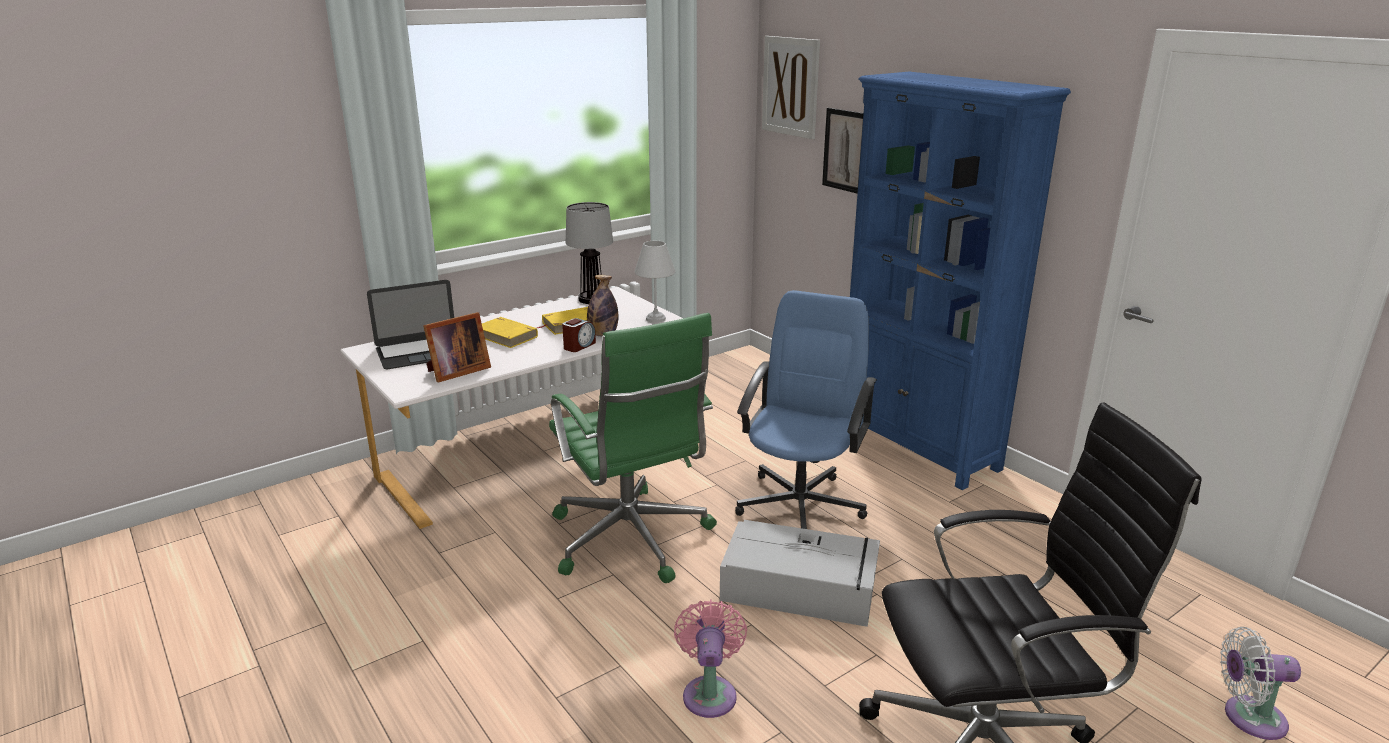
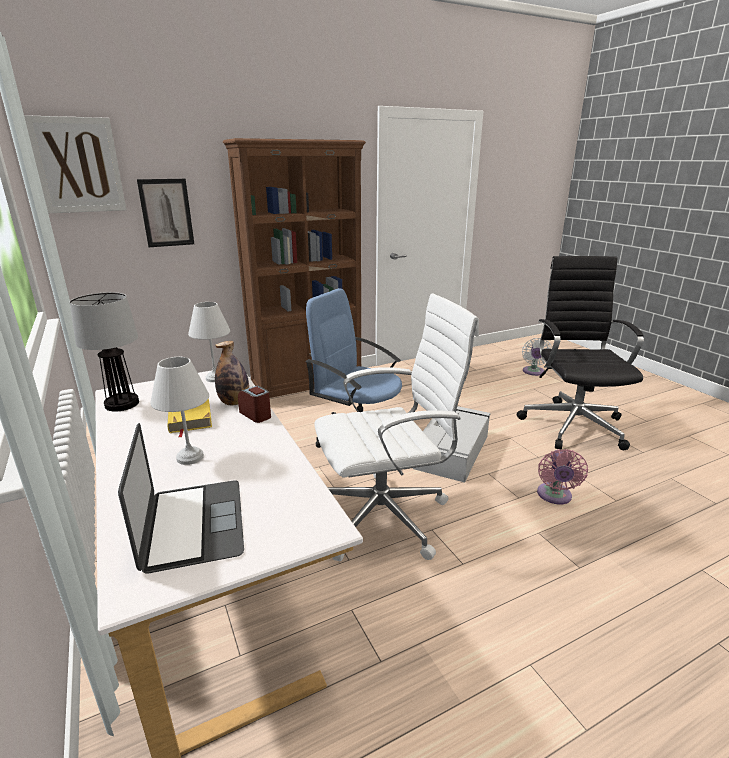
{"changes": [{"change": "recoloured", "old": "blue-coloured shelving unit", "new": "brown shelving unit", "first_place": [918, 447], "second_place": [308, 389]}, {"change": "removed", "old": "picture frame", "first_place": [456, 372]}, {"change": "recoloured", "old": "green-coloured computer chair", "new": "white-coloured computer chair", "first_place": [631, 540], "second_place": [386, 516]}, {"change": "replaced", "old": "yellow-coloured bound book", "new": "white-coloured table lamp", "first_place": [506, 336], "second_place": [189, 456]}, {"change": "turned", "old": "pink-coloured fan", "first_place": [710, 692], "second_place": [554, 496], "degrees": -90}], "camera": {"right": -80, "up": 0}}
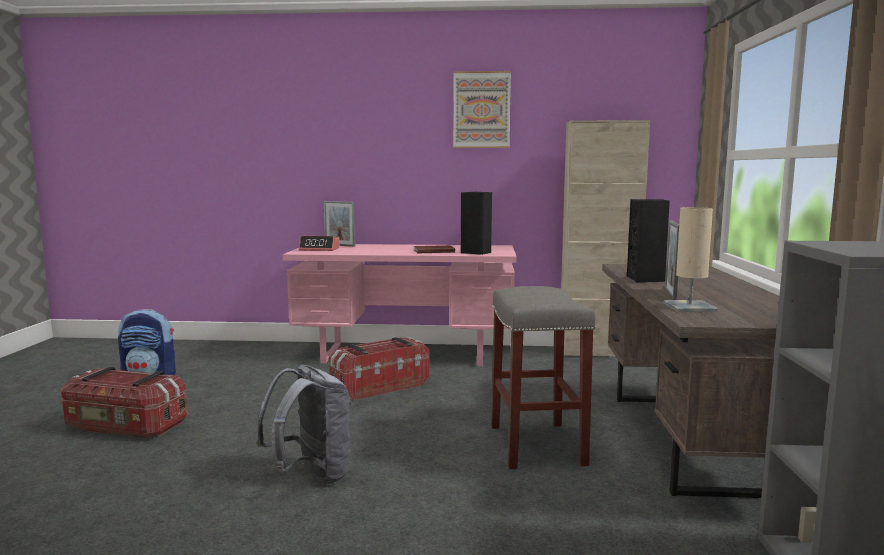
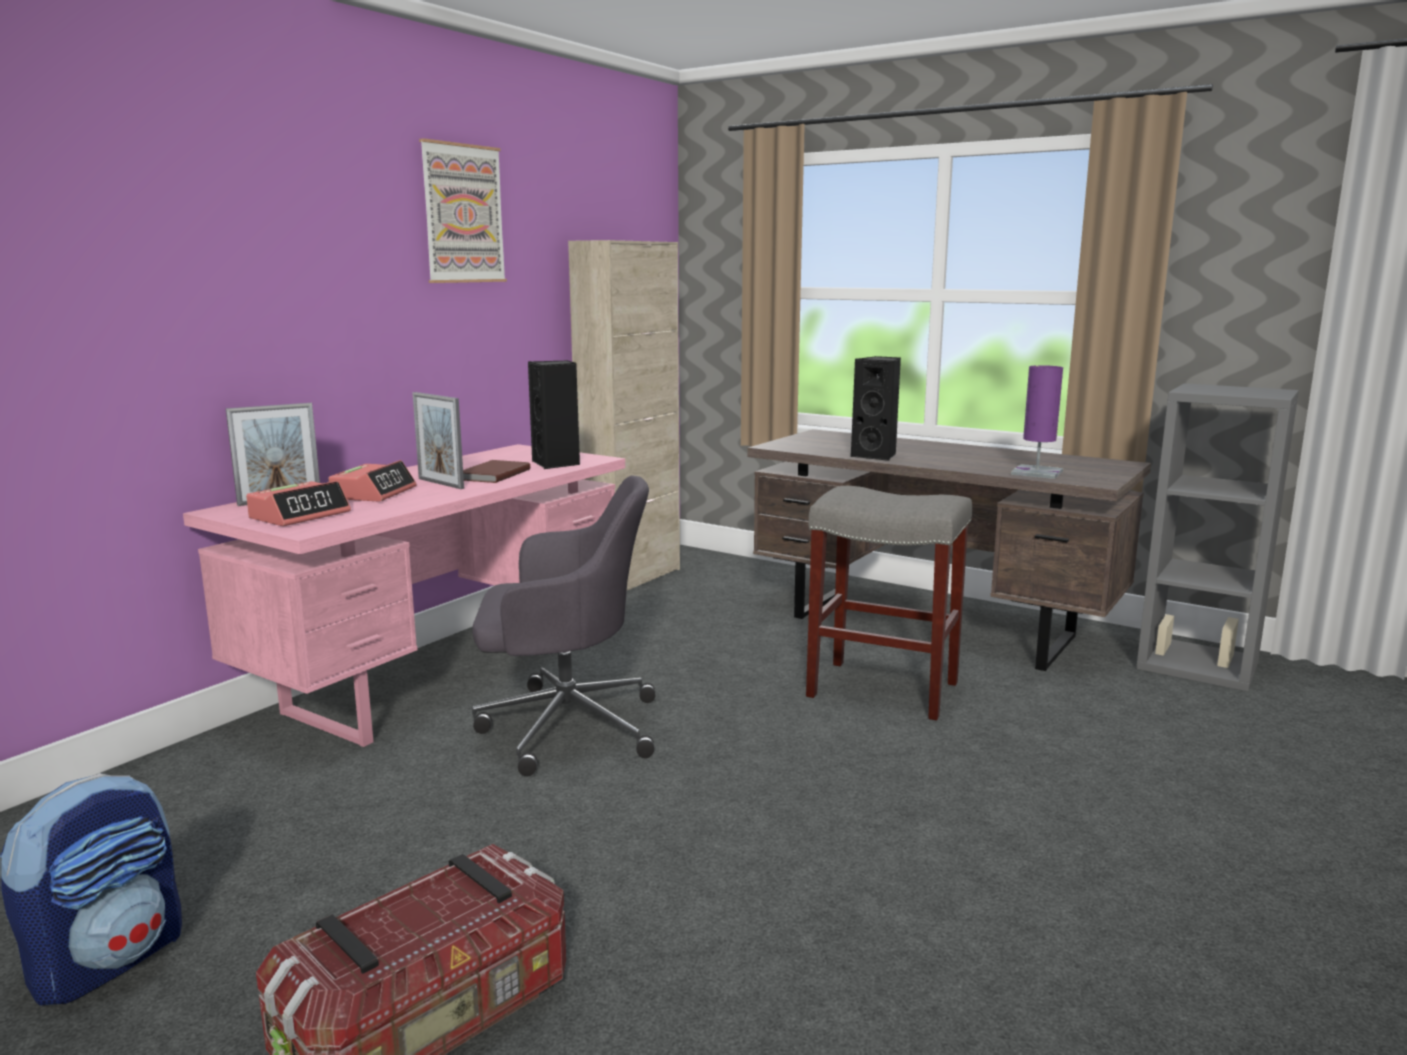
{"changes": [{"change": "recoloured", "old": "beige table lamp", "new": "purple table lamp", "first_place": [689, 307], "second_place": [1037, 473]}, {"change": "moved", "old": "picture frame", "first_place": [670, 294], "second_place": [440, 483]}, {"change": "replaced", "old": "storage box", "new": "greyish computer chair", "first_place": [379, 387], "second_place": [564, 727]}, {"change": "removed", "old": "greyish backpack", "first_place": [311, 476]}, {"change": "added", "new": "table clock", "second_place": [374, 493]}], "camera": {"right": -60, "up": 5}}
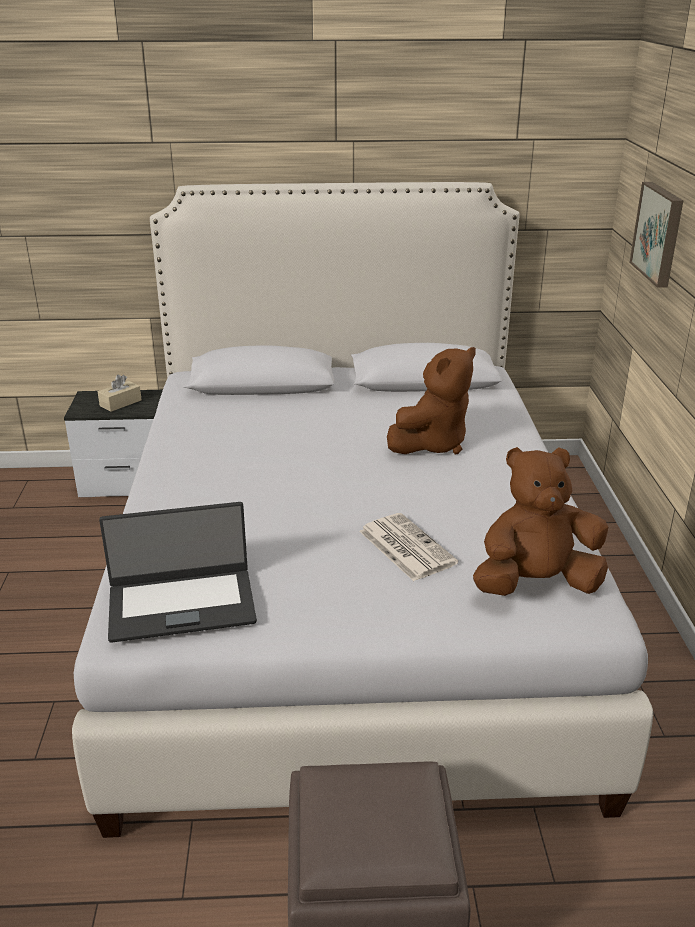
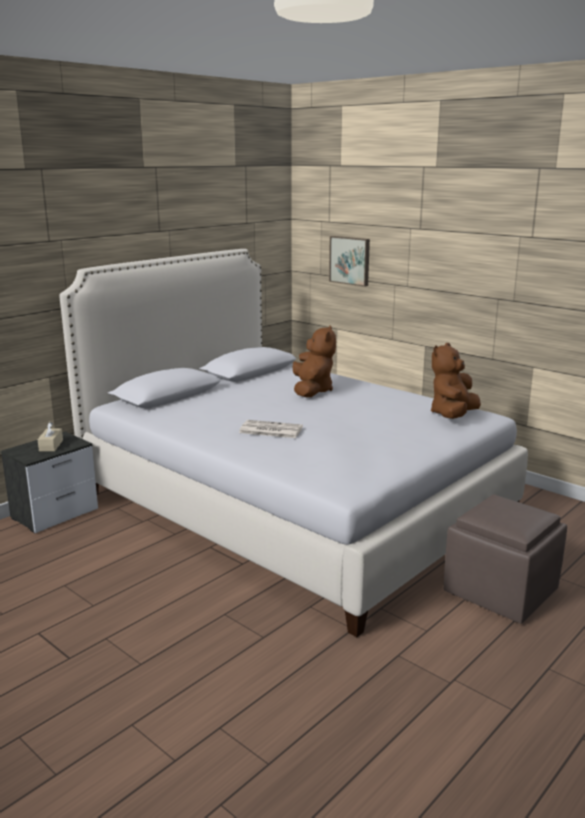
{"changes": [{"change": "removed", "old": "laptop", "first_place": [181, 604]}, {"change": "moved", "old": "daily paper", "first_place": [405, 547], "second_place": [270, 430]}], "camera": {"right": -45, "up": -10}}
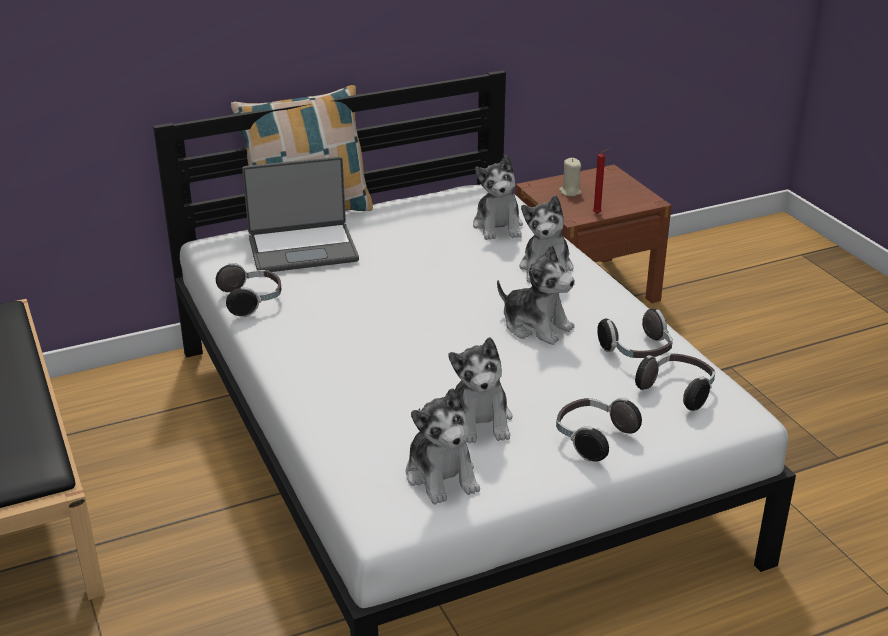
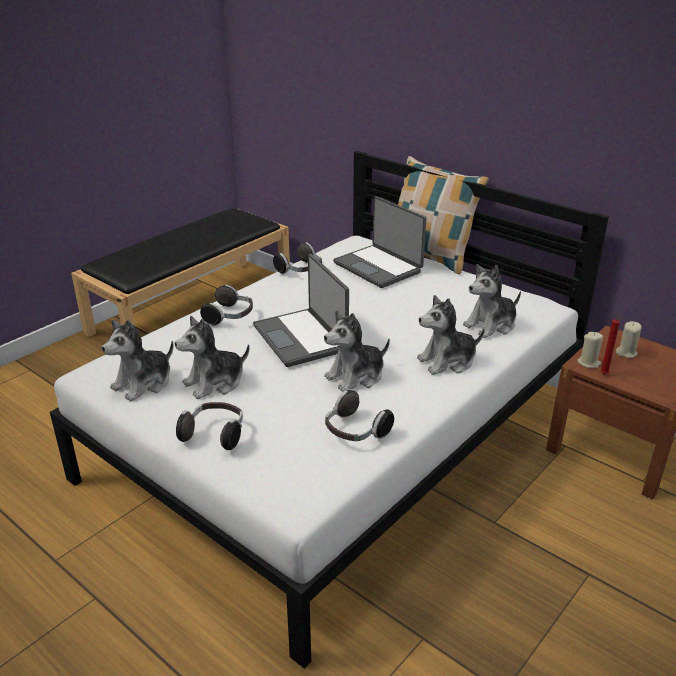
{"changes": [{"change": "turned", "old": "soft toy", "first_place": [536, 326], "second_place": [356, 376], "degrees": 45}, {"change": "moved", "old": "pair of headphones", "first_place": [678, 391], "second_place": [230, 317]}, {"change": "added", "new": "laptop", "second_place": [301, 338]}, {"change": "added", "new": "beige candle", "second_place": [588, 363]}], "camera": {"right": 65, "up": 0}}
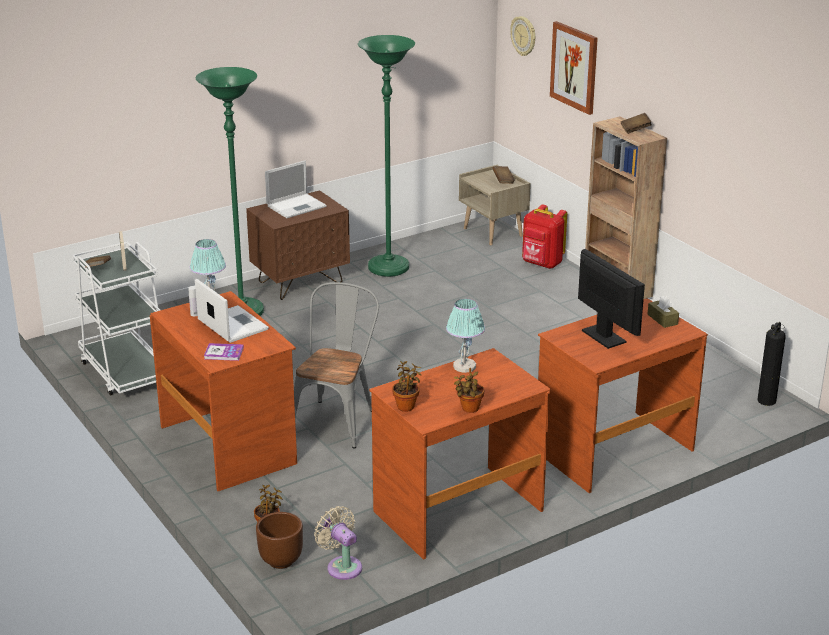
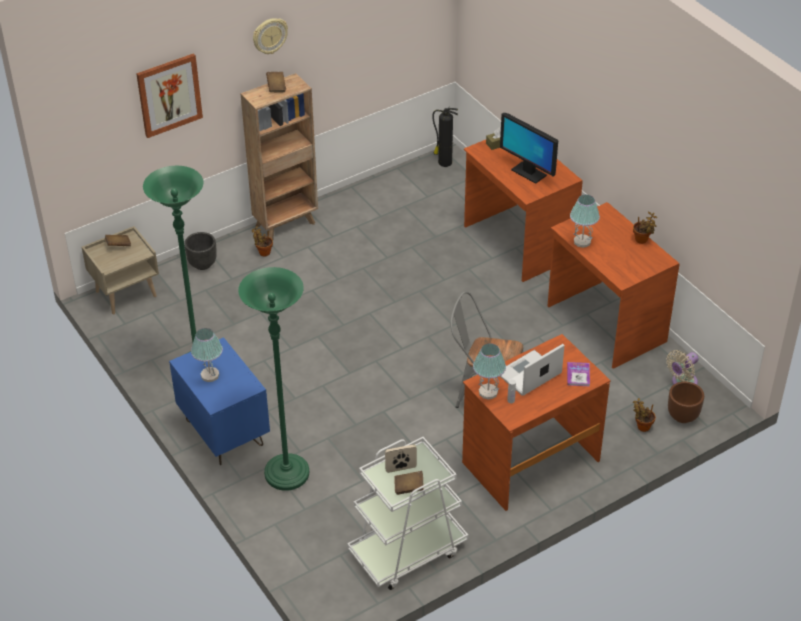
{"changes": [{"change": "moved", "old": "wall clock", "first_place": [524, 36], "second_place": [269, 35]}, {"change": "replaced", "old": "laptop", "new": "table lamp", "first_place": [297, 206], "second_place": [209, 375]}, {"change": "recoloured", "old": "brown bedside table", "new": "blue-coloured bedside table", "first_place": [300, 282], "second_place": [224, 433]}, {"change": "replaced", "old": "reddish backpack", "new": "black-coloured planter", "first_place": [541, 264], "second_place": [202, 264]}, {"change": "turned", "old": "monitor", "first_place": [604, 337], "second_place": [528, 172], "degrees": -105}, {"change": "moved", "old": "potted plant", "first_place": [406, 406], "second_place": [263, 252]}], "camera": {"right": -90, "up": 15}}
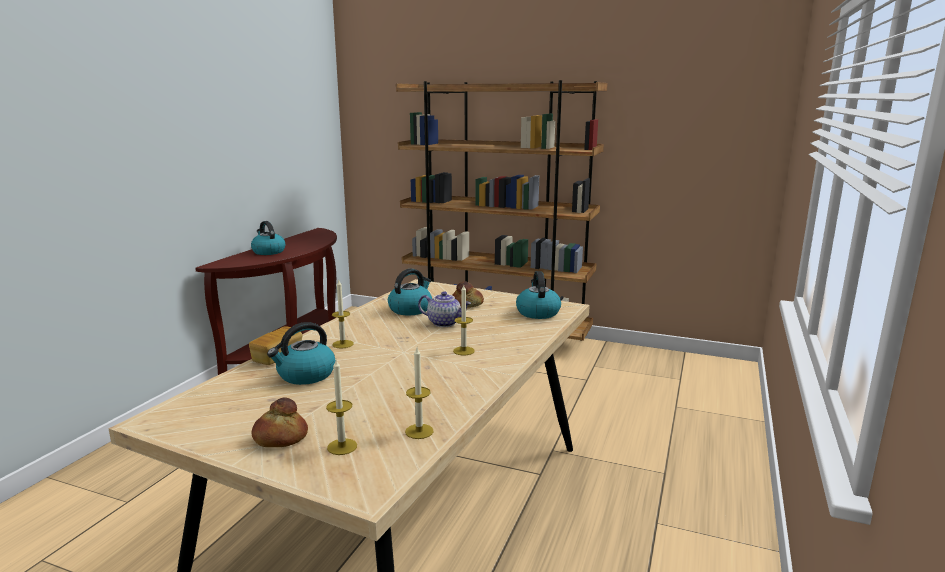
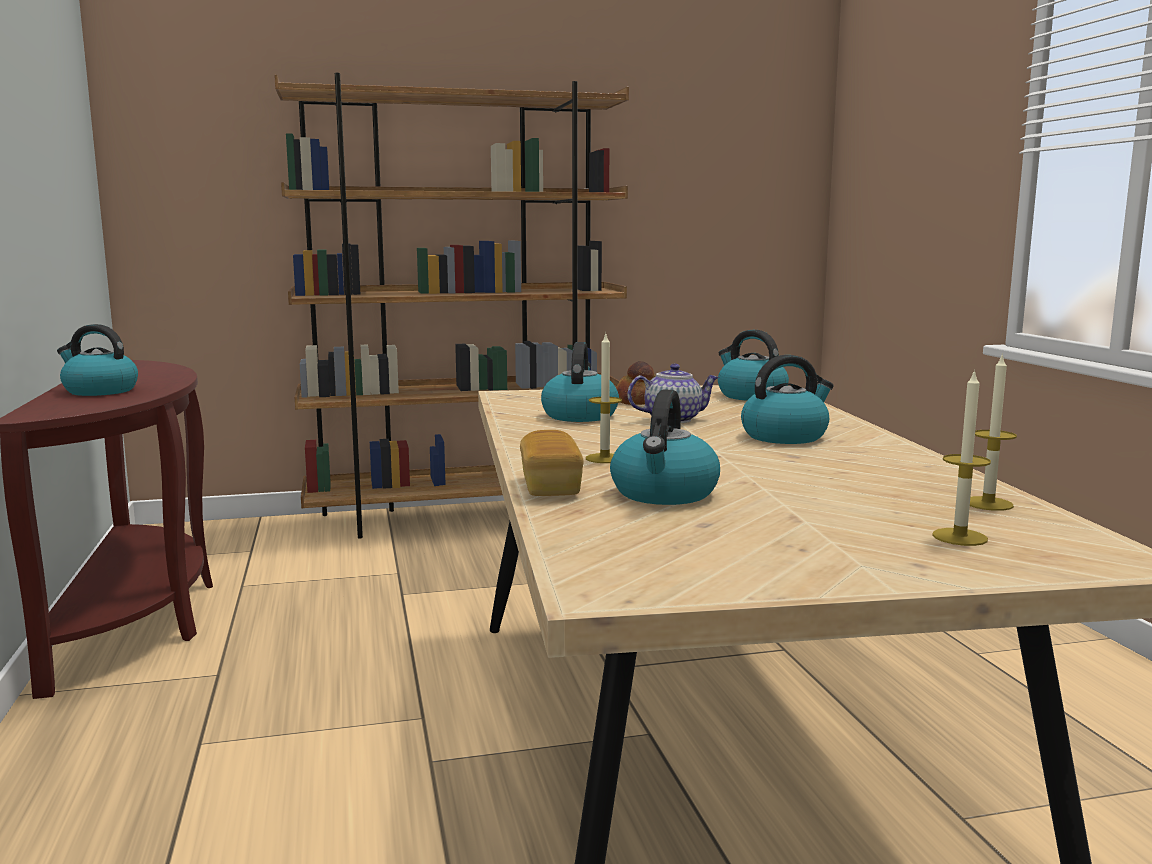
{"changes": [{"change": "replaced", "old": "candle", "new": "water kettle", "first_place": [463, 351], "second_place": [785, 436]}, {"change": "removed", "old": "baked bread", "first_place": [280, 438]}], "camera": {"right": -35, "up": -5}}
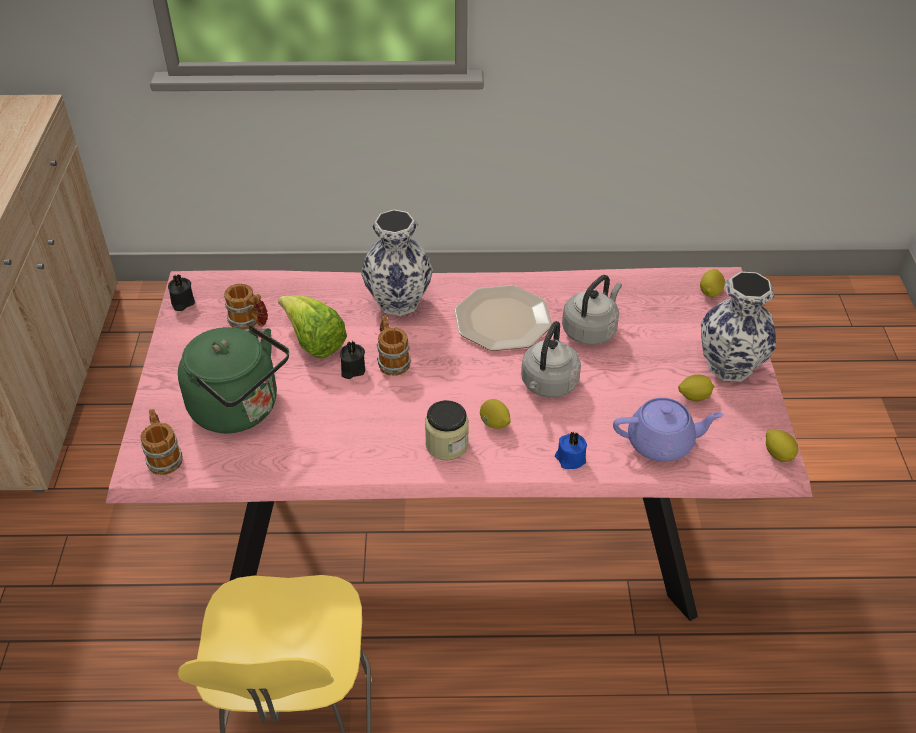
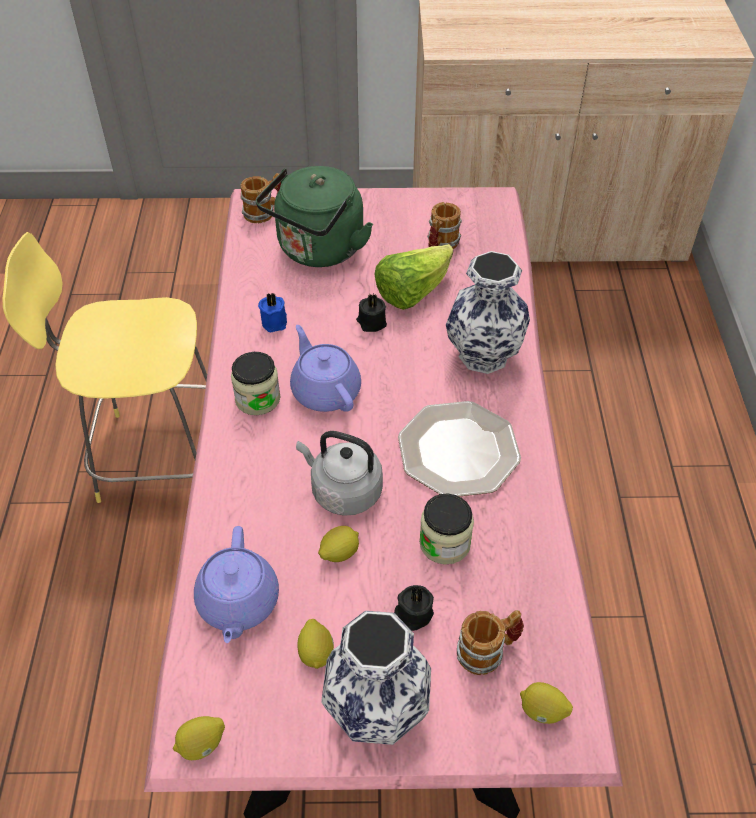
{"changes": [{"change": "moved", "old": "black-coloured candle", "first_place": [182, 302], "second_place": [413, 614]}, {"change": "replaced", "old": "greyish water kettle", "new": "jar", "first_place": [591, 330], "second_place": [445, 543]}, {"change": "moved", "old": "coffee mug", "first_place": [392, 360], "second_place": [488, 651]}, {"change": "moved", "old": "citrus fruit", "first_place": [494, 424], "second_place": [339, 553]}, {"change": "moved", "old": "blue-coloured candle", "first_place": [570, 458], "second_place": [275, 321]}, {"change": "added", "new": "purple pot for tea", "second_place": [325, 390]}], "camera": {"right": 90, "up": 5}}
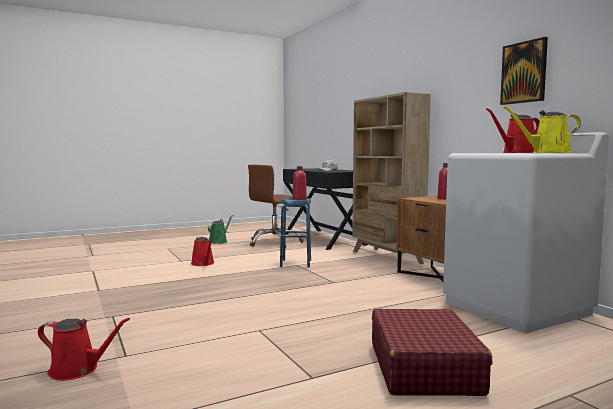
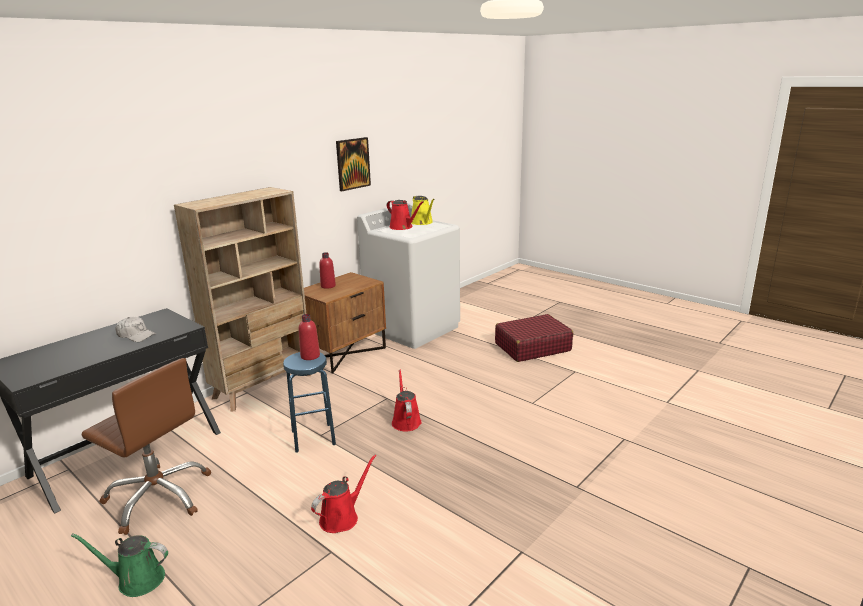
{"changes": [{"change": "moved", "old": "reddish watering pot", "first_place": [77, 370], "second_place": [406, 421]}], "camera": {"right": -110, "up": 15}}
